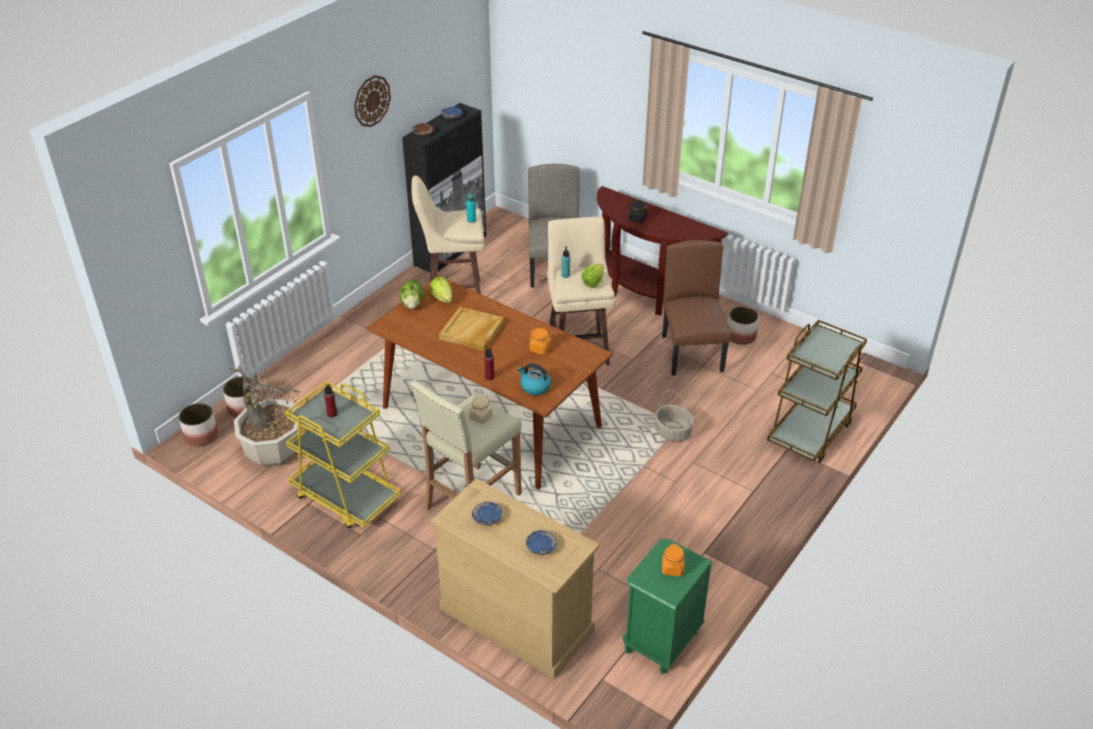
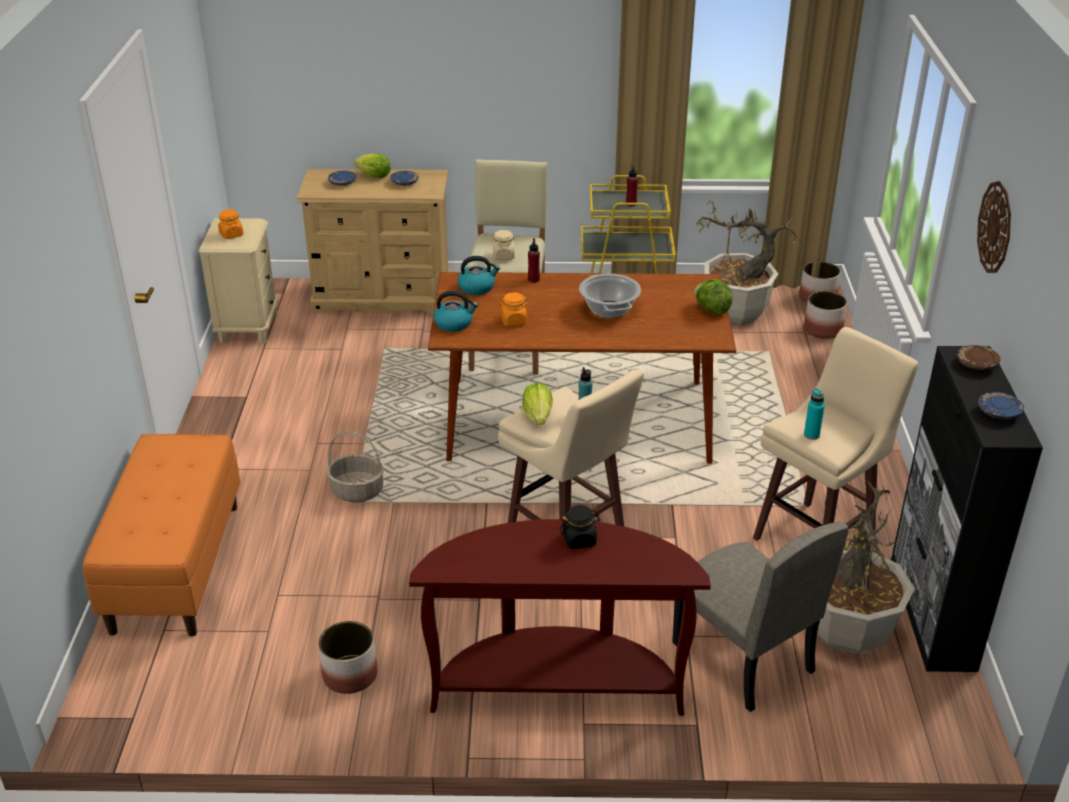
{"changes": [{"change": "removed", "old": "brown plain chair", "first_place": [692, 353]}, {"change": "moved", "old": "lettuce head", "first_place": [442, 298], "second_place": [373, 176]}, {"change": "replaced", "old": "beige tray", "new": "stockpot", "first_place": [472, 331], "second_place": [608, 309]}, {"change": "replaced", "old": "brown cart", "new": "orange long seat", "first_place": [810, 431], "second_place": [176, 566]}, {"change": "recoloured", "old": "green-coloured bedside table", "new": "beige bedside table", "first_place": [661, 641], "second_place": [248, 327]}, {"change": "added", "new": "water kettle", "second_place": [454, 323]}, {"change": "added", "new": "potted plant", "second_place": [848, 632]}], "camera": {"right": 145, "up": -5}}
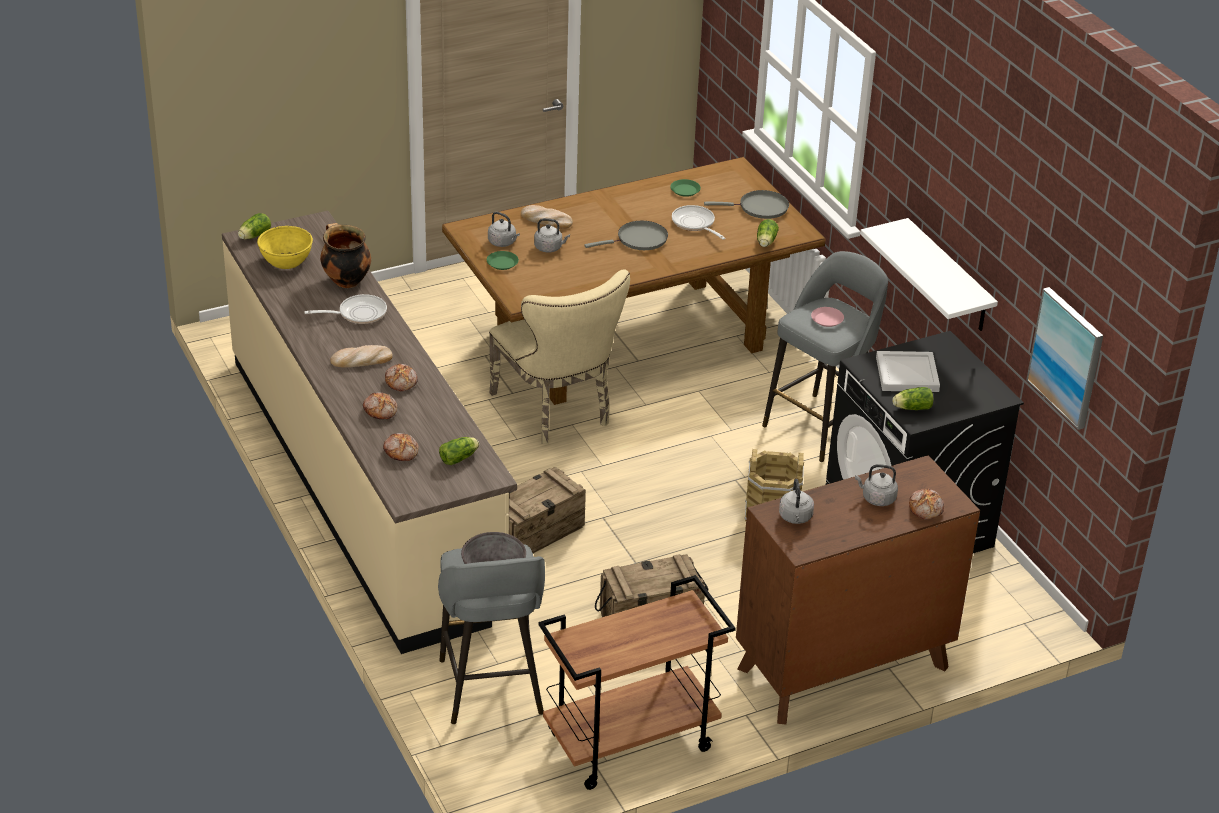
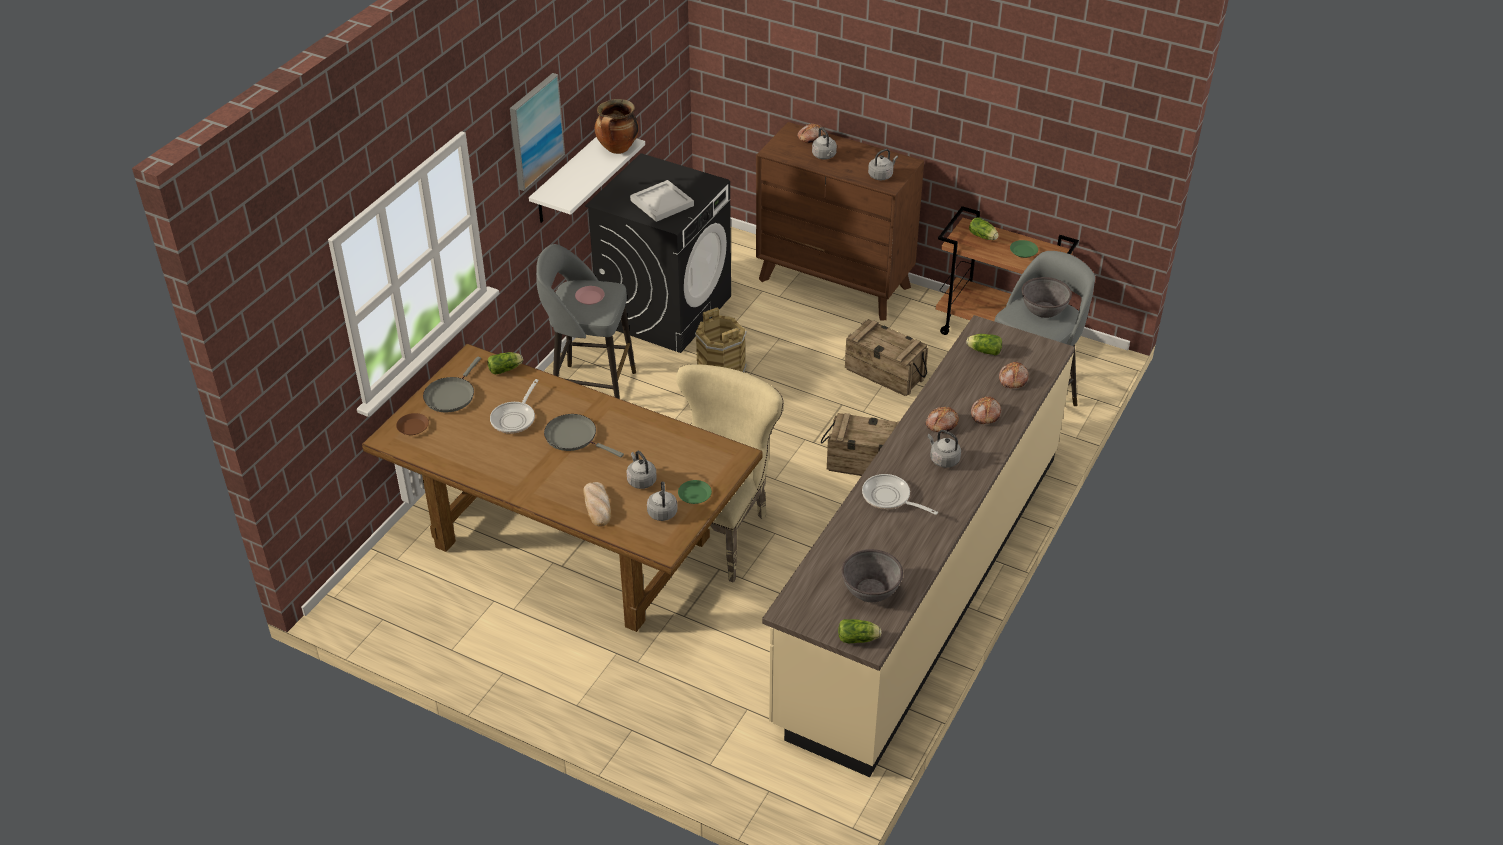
{"changes": [{"change": "moved", "old": "green-coloured dinner plate", "first_place": [685, 190], "second_place": [1023, 251]}, {"change": "turned", "old": "greyish skillet", "first_place": [760, 208], "second_place": [451, 395], "degrees": -120}, {"change": "moved", "old": "stockpot", "first_place": [345, 280], "second_place": [618, 149]}, {"change": "recoloured", "old": "yellow-coloured serving bowl", "new": "greyish serving bowl", "first_place": [286, 261], "second_place": [870, 590]}, {"change": "moved", "old": "wall picture", "first_place": [1066, 357], "second_place": [535, 131]}, {"change": "replaced", "old": "baked bread", "new": "greyish water kettle", "first_place": [361, 360], "second_place": [943, 459]}, {"change": "moved", "old": "lettuce head", "first_place": [911, 408], "second_place": [983, 237]}, {"change": "added", "new": "brown dinner plate", "second_place": [413, 427]}], "camera": {"right": -125, "up": 5}}
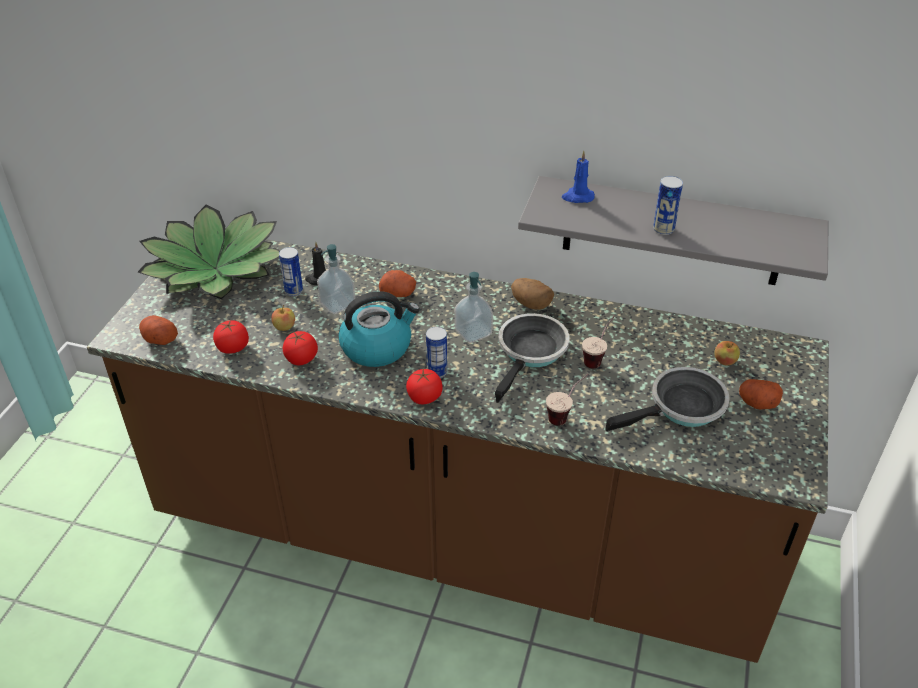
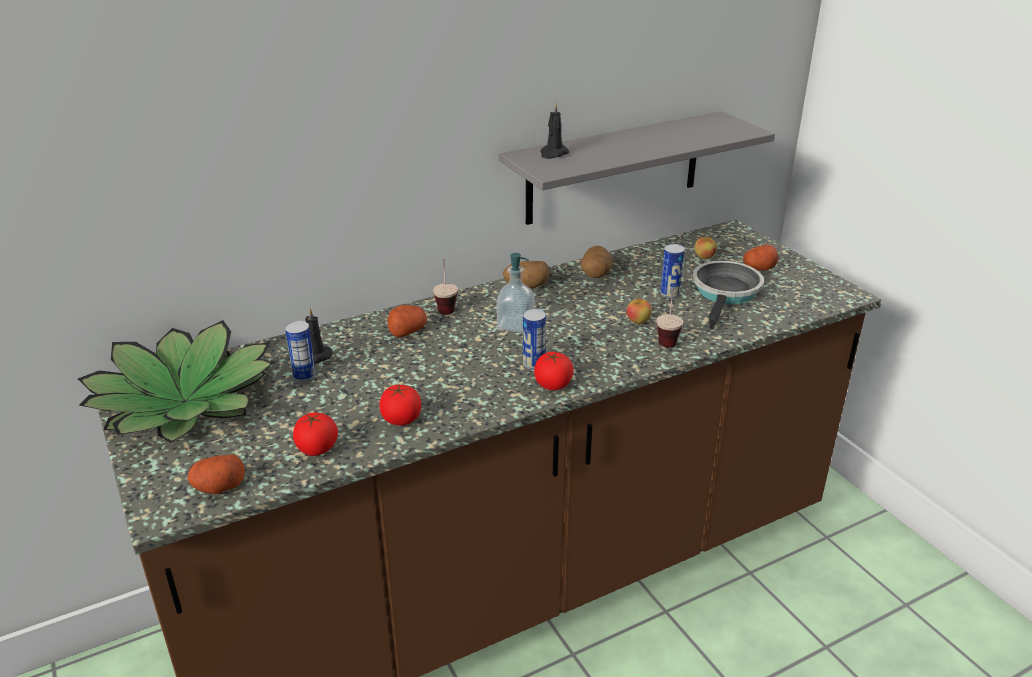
{"changes": [{"change": "recoloured", "old": "blue-coloured candle", "new": "black-coloured candle", "first_place": [577, 197], "second_place": [553, 154]}, {"change": "moved", "old": "can", "first_place": [663, 229], "second_place": [669, 294]}, {"change": "removed", "old": "soap bottle", "first_place": [337, 304]}, {"change": "removed", "old": "water kettle", "first_place": [377, 347]}, {"change": "moved", "old": "apple fruit", "first_place": [284, 327], "second_place": [638, 321]}, {"change": "removed", "old": "skillet", "first_place": [531, 353]}, {"change": "moved", "old": "small cup", "first_place": [597, 358], "second_place": [446, 305]}, {"change": "added", "new": "potato", "second_place": [596, 274]}], "camera": {"right": -45, "up": -10}}
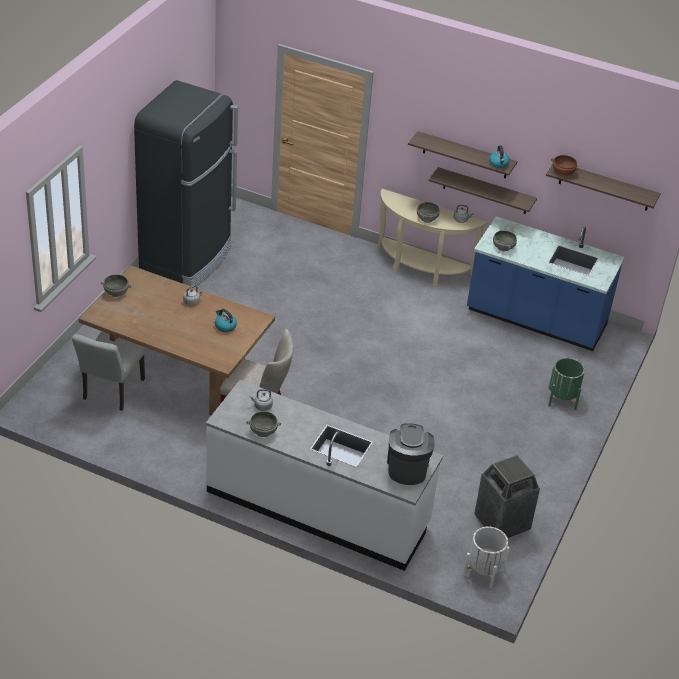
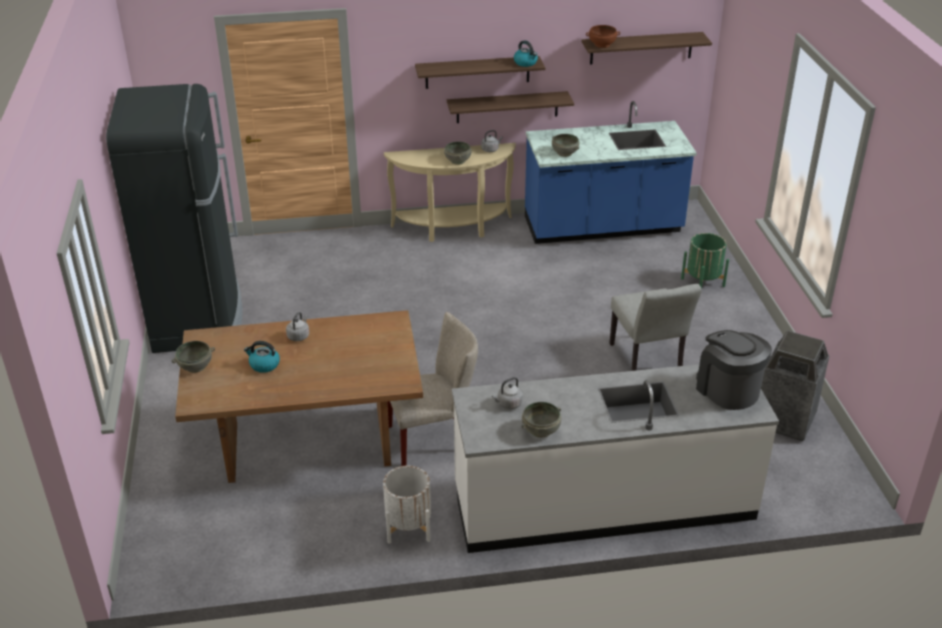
{"changes": [{"change": "moved", "old": "water kettle", "first_place": [225, 326], "second_place": [264, 365]}, {"change": "moved", "old": "greyish plain chair", "first_place": [111, 392], "second_place": [648, 361]}, {"change": "moved", "old": "white-coloured planter", "first_place": [484, 571], "second_place": [408, 527]}], "camera": {"right": -30, "up": -5}}
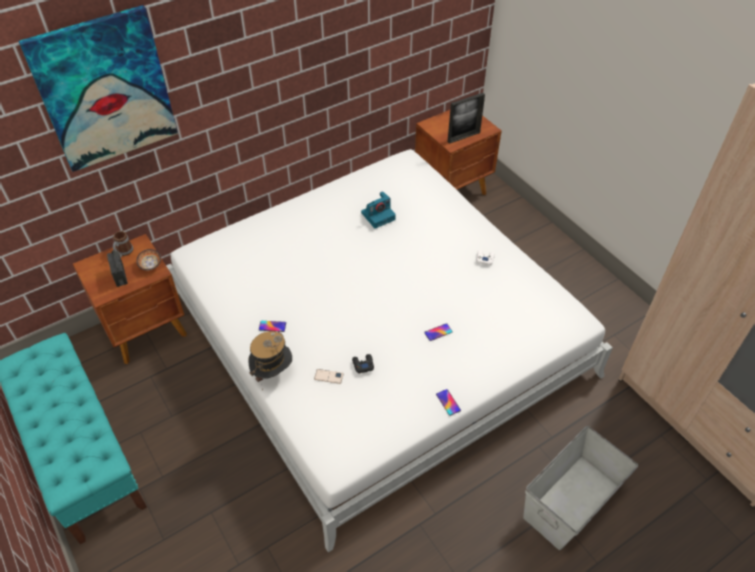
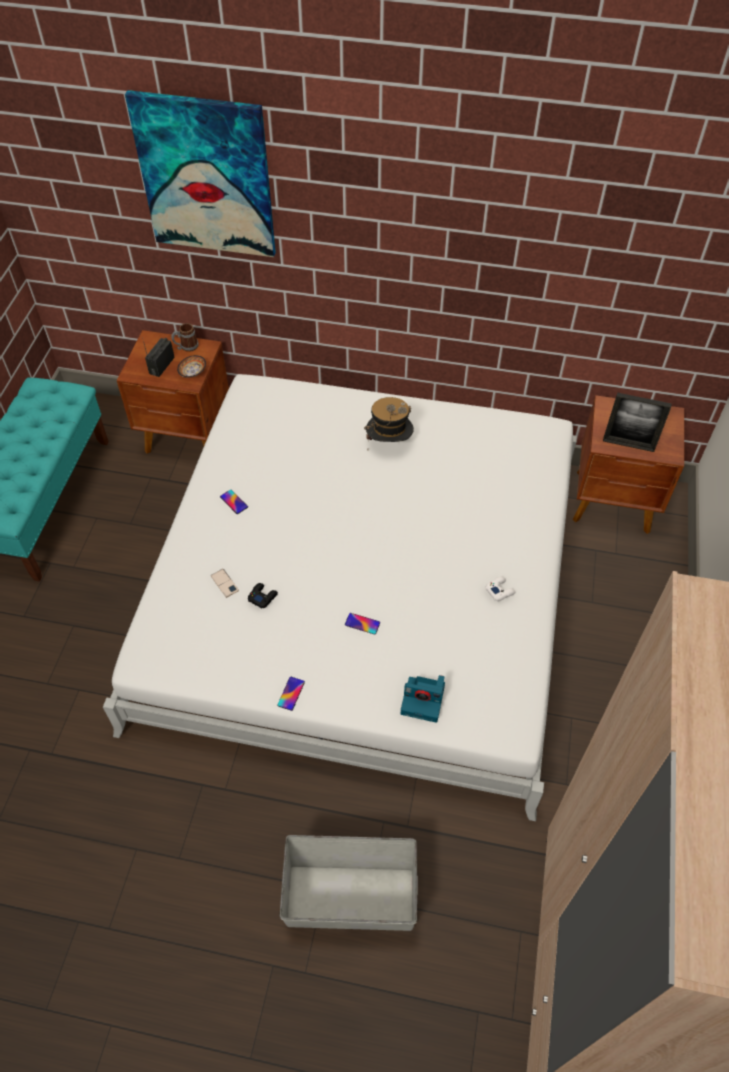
{"changes": [{"change": "moved", "old": "photo camera", "first_place": [378, 215], "second_place": [424, 700]}, {"change": "moved", "old": "clothing hat", "first_place": [272, 373], "second_place": [389, 444]}], "camera": {"right": 45, "up": 5}}
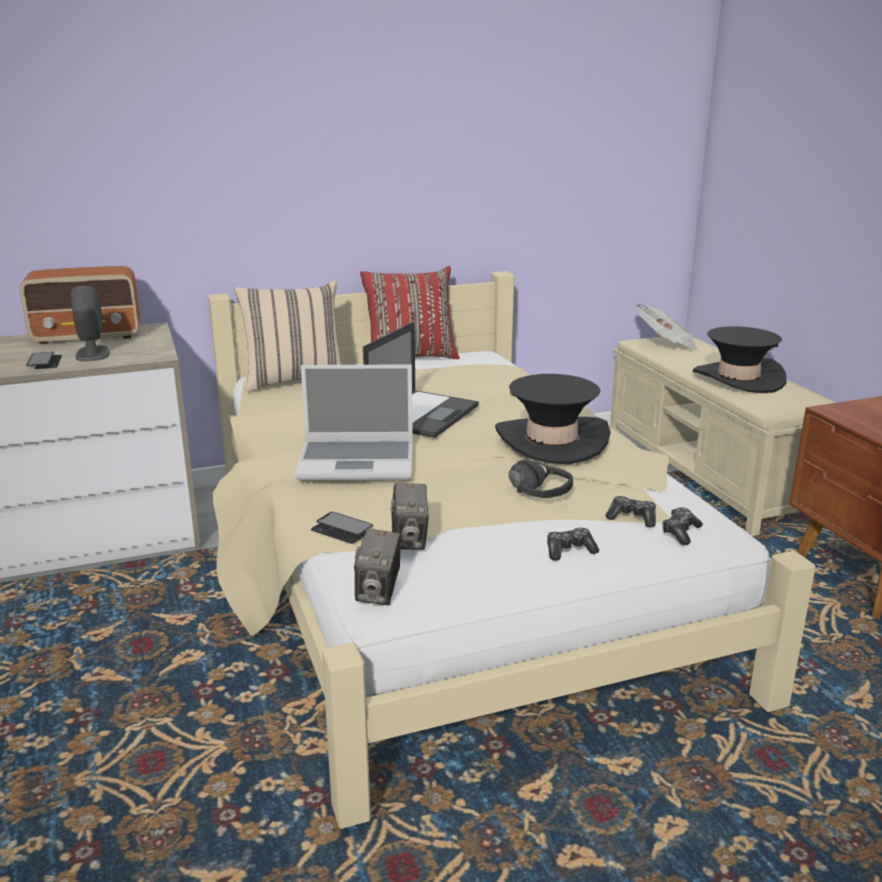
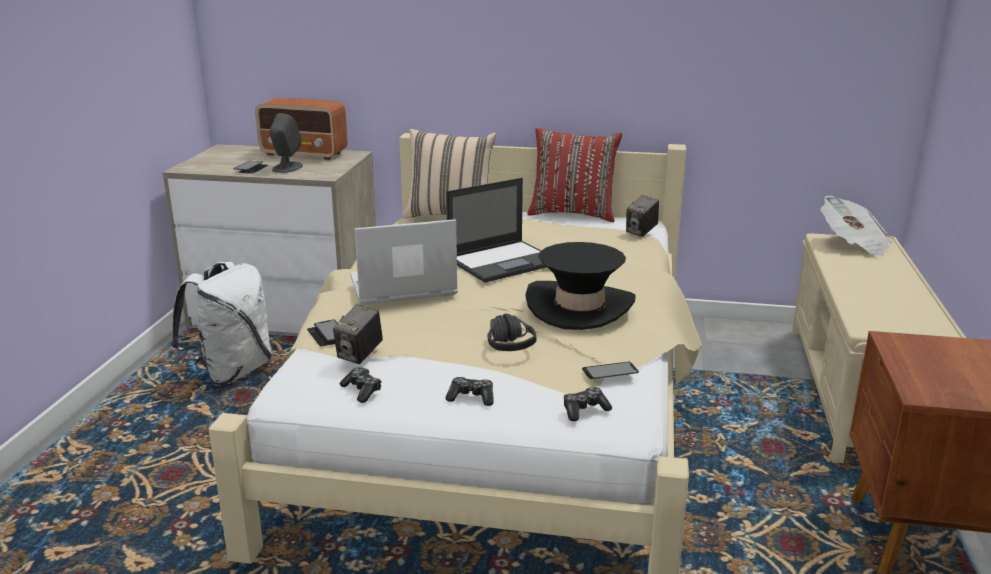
{"changes": [{"change": "removed", "old": "black-coloured clothing hat", "first_place": [738, 379]}, {"change": "turned", "old": "laptop", "first_place": [358, 462], "second_place": [401, 288], "degrees": 135}, {"change": "moved", "old": "game controller", "first_place": [632, 518], "second_place": [362, 391]}, {"change": "moved", "old": "photo camera", "first_place": [378, 592], "second_place": [641, 232]}, {"change": "added", "new": "white-coloured backpack", "second_place": [232, 372]}, {"change": "added", "new": "telephone", "second_place": [609, 372]}], "camera": {"right": 30, "up": 0}}
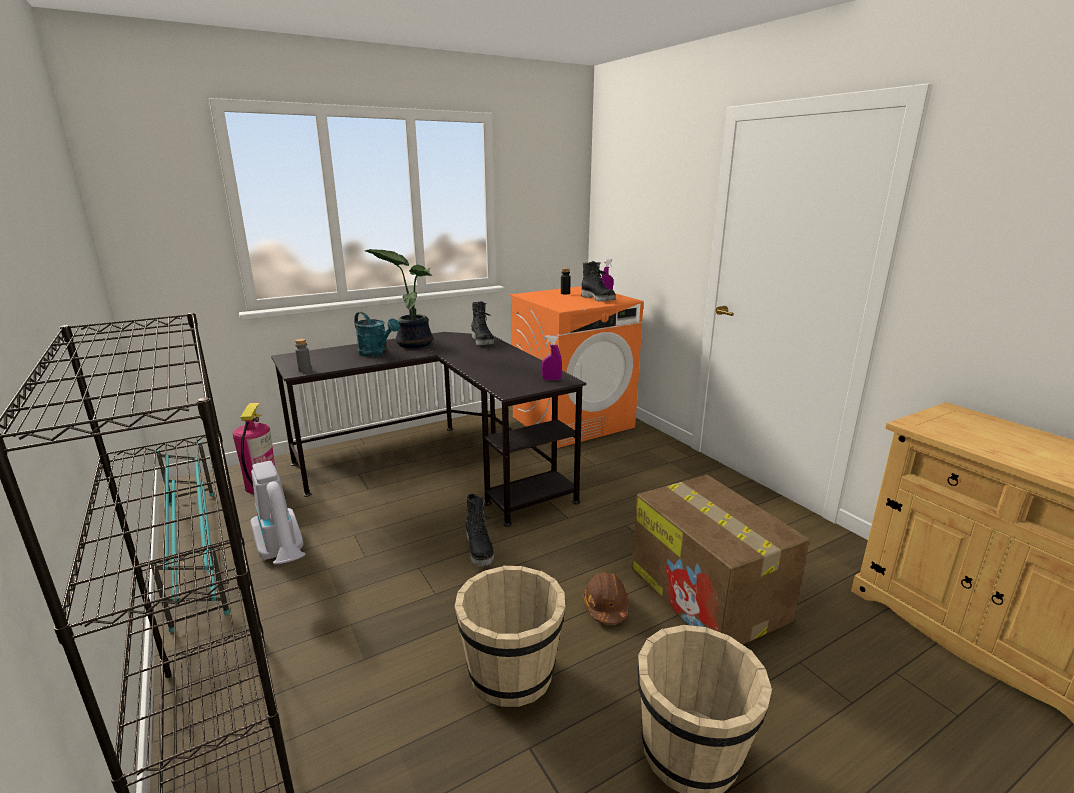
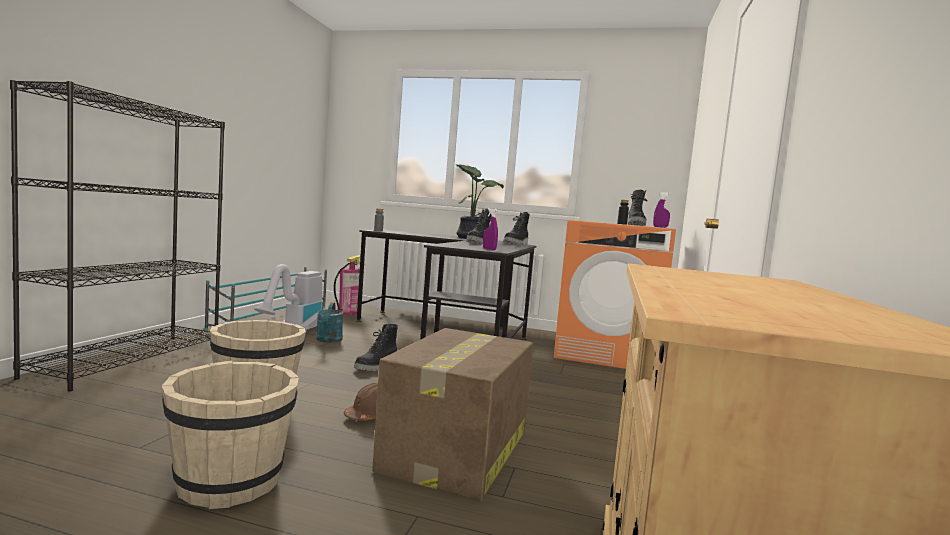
{"changes": [{"change": "moved", "old": "blue-green watering pot", "first_place": [377, 354], "second_place": [328, 340]}, {"change": "added", "new": "black-coloured tall boot", "second_place": [479, 243]}], "camera": {"right": 45, "up": -15}}
